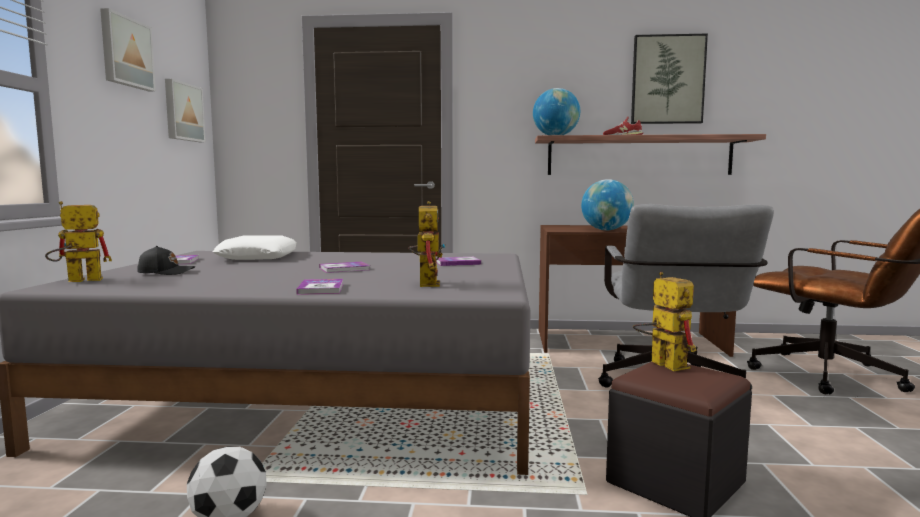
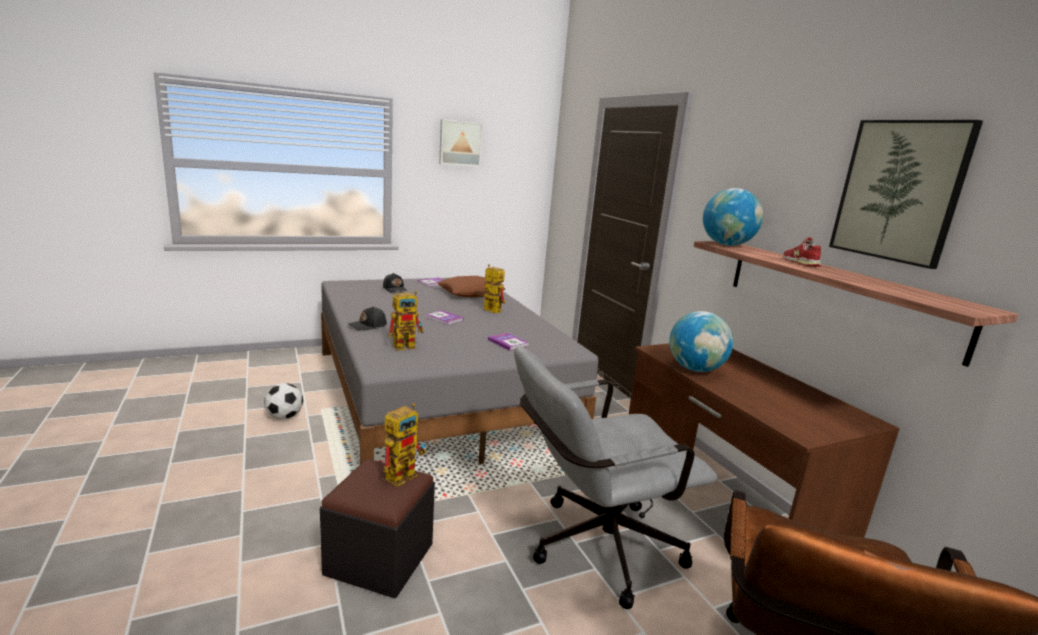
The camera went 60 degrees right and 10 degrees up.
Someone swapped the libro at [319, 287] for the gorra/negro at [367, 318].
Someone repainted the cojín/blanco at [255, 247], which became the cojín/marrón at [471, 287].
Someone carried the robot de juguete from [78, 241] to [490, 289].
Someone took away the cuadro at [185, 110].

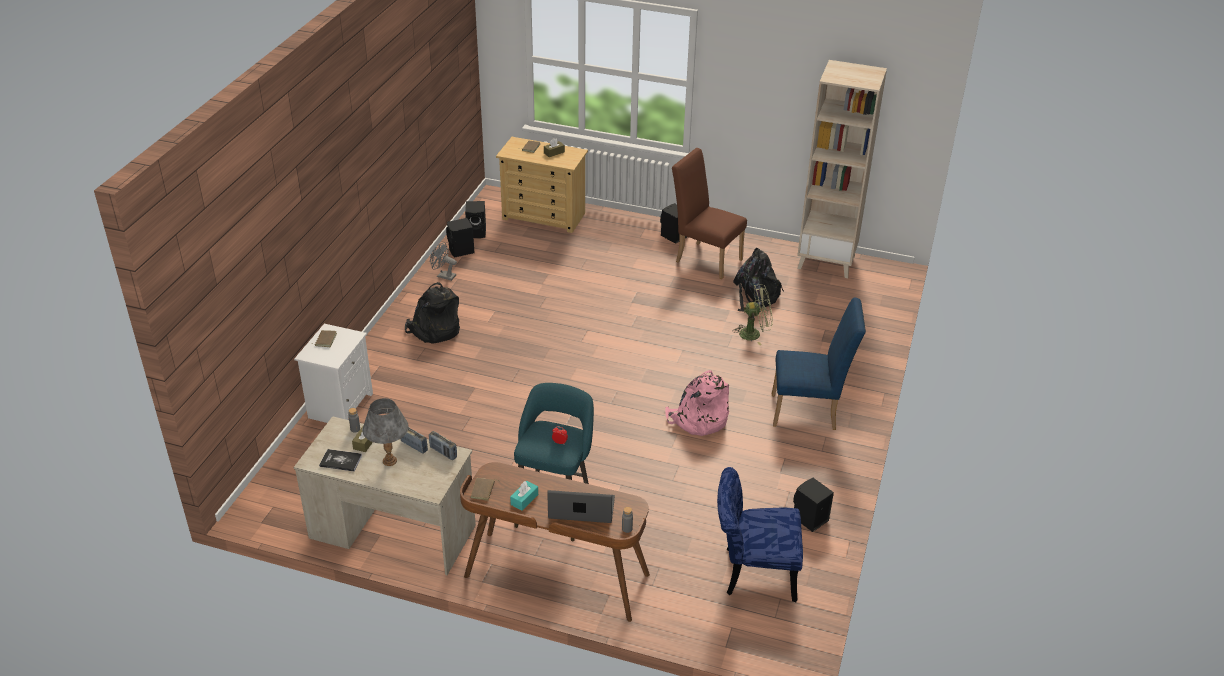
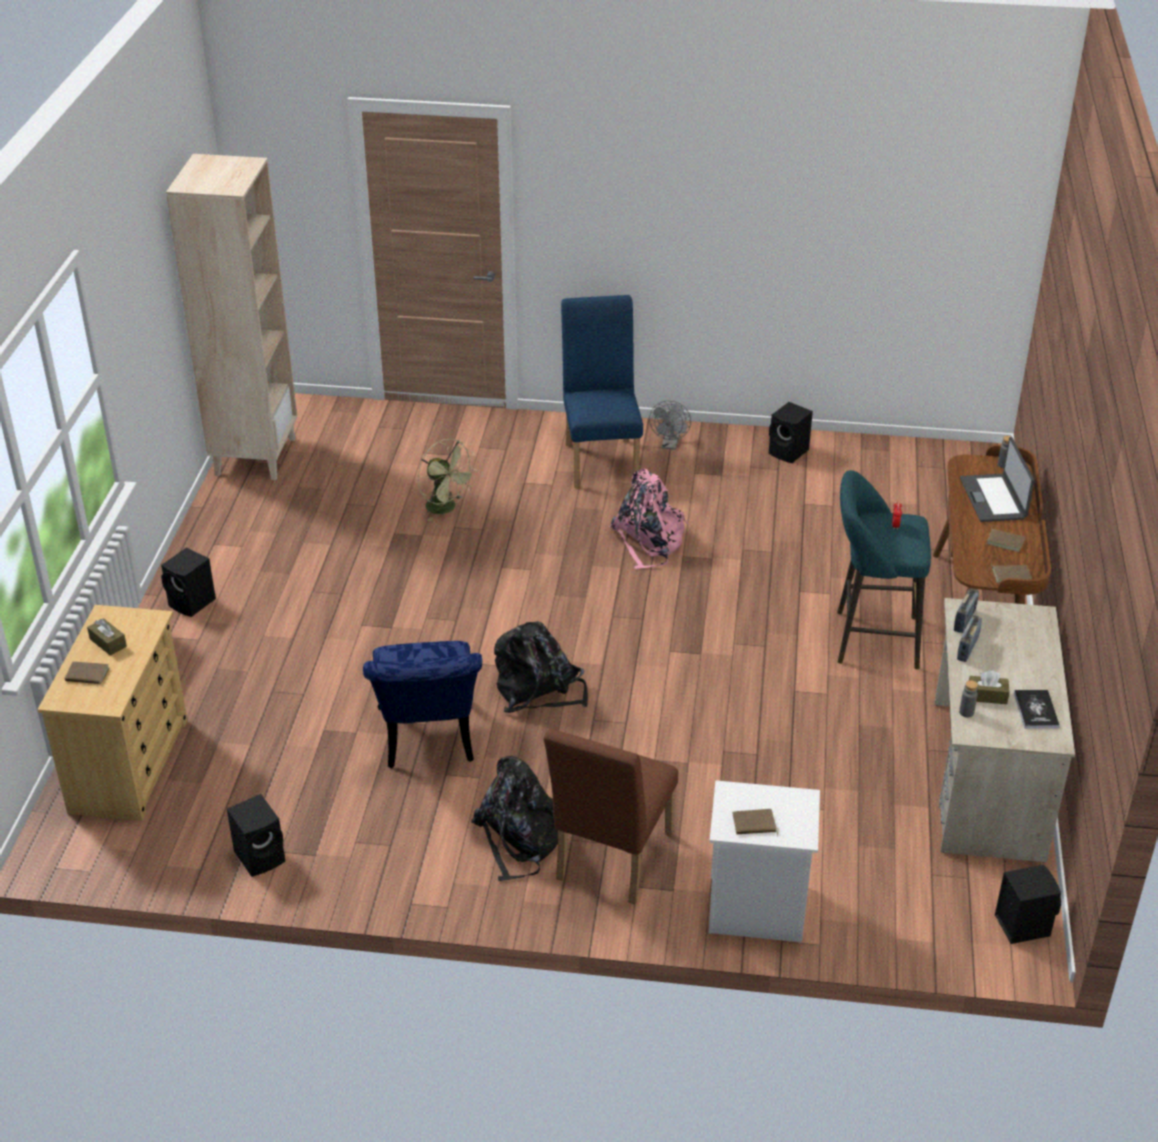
The camera went 100 degrees left and 0 degrees up.
Someone carried the silla/azul from [760, 534] to [422, 704].
Someone rotated the ventilador/verde at [752, 314] by 150 degrees clockwise.
Someone carried the mochila/negro from [758, 280] to [541, 667].
Someone carried the silla/marrón from [709, 213] to [611, 817].
Someone carried the ventilador/gris from [443, 261] to [670, 425].
Someone swapped the caja de pañuelos/turquesa at [524, 495] for the libro/marrón at [1005, 538].
Someone carried the altavoz/negro from [475, 219] to [1028, 904].
Someone took away the lámpara de mesa/gris at [385, 432].

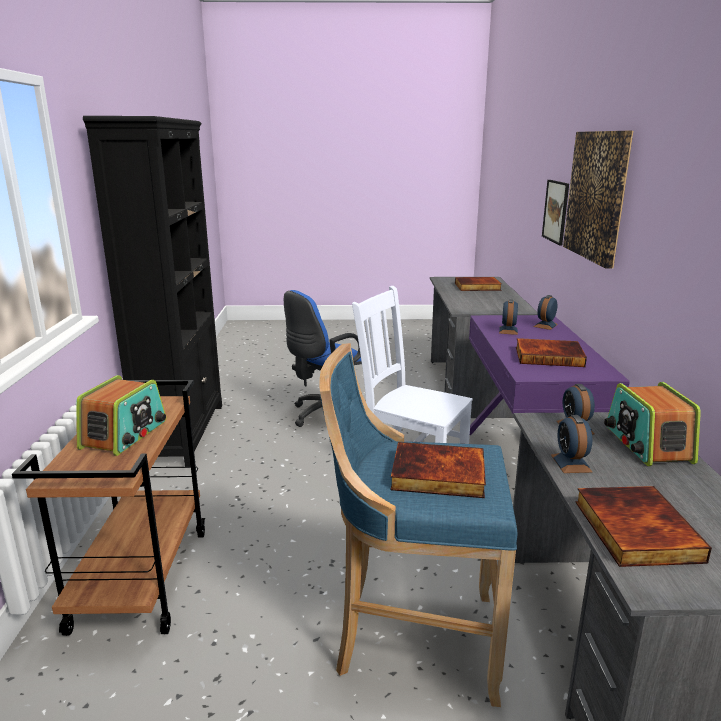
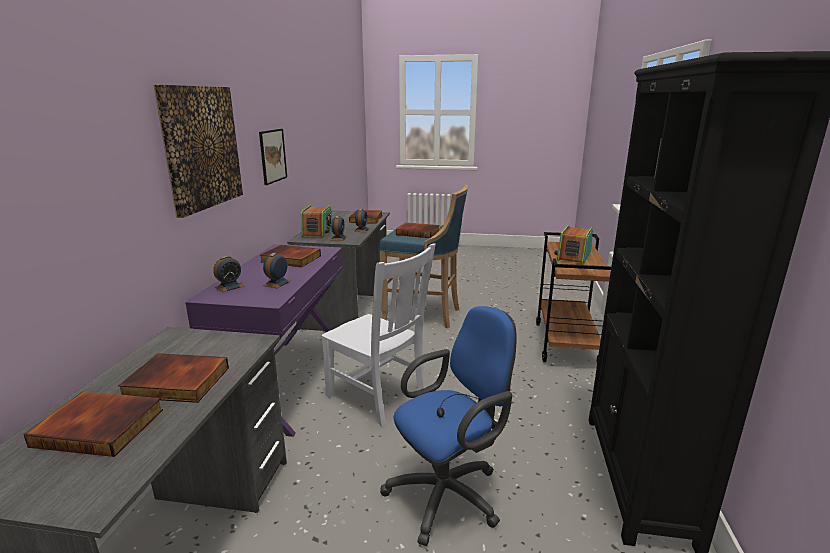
The camera went 170 degrees left and 0 degrees up.
Someone put down the libro at [173, 378].
Someone carried the cuadro from [555, 212] to [273, 157].

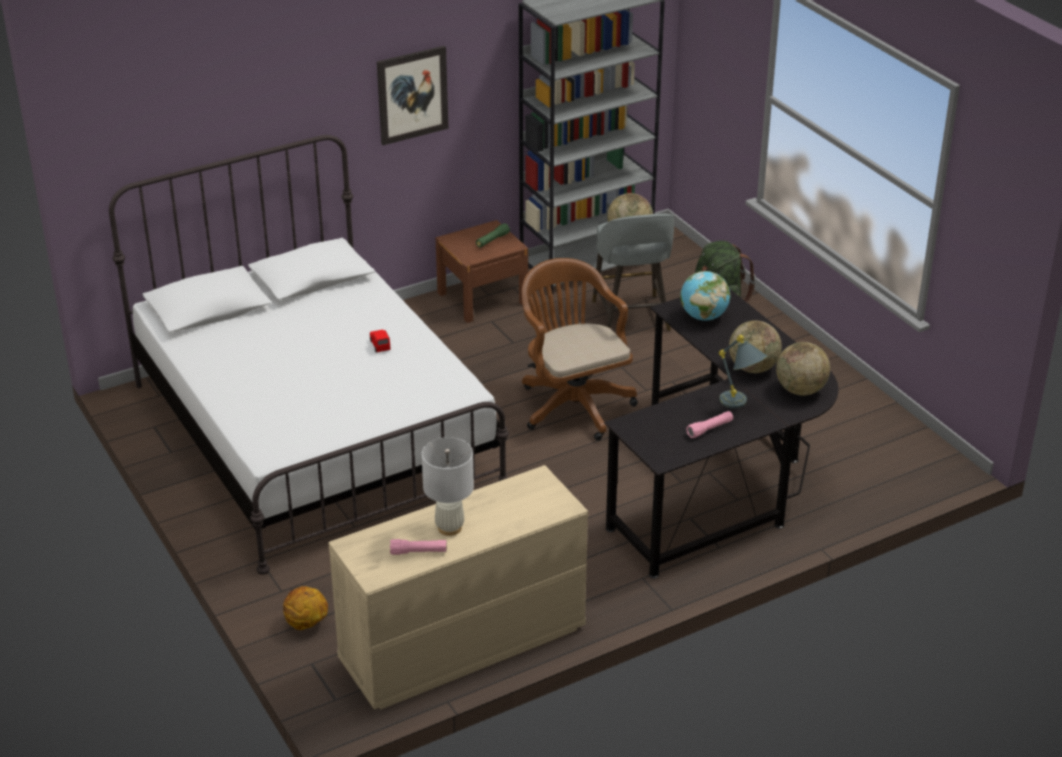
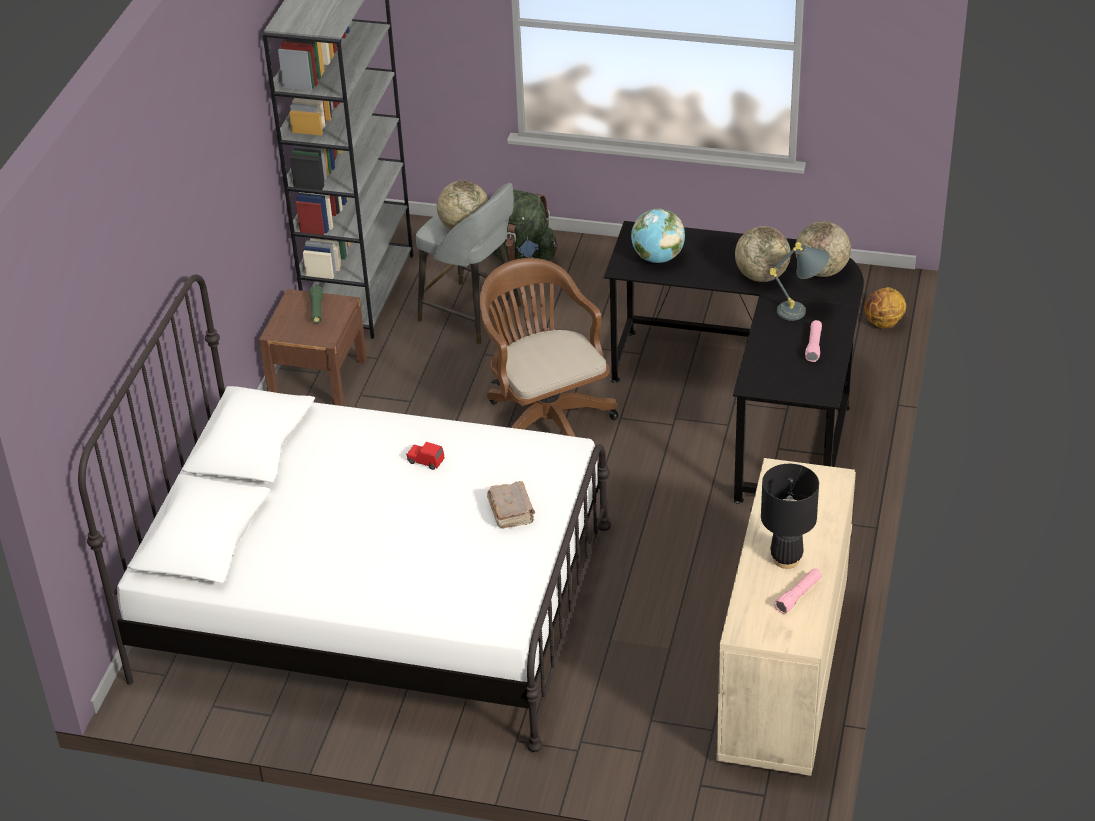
The camera went 45 degrees left and 5 degrees up.
Someone rotated the silla de oficina/marrón at [580, 349] by 45 degrees clockwise.
Someone put down the libro/marrón at [511, 504].
Someone repainted the lámpara de mesa/blanco at [448, 486], which became the lámpara de mesa/negro at [790, 516].
Someone carried the balón de baloncesto from [305, 608] to [885, 307].
Someone took away the cuadro at [412, 95].

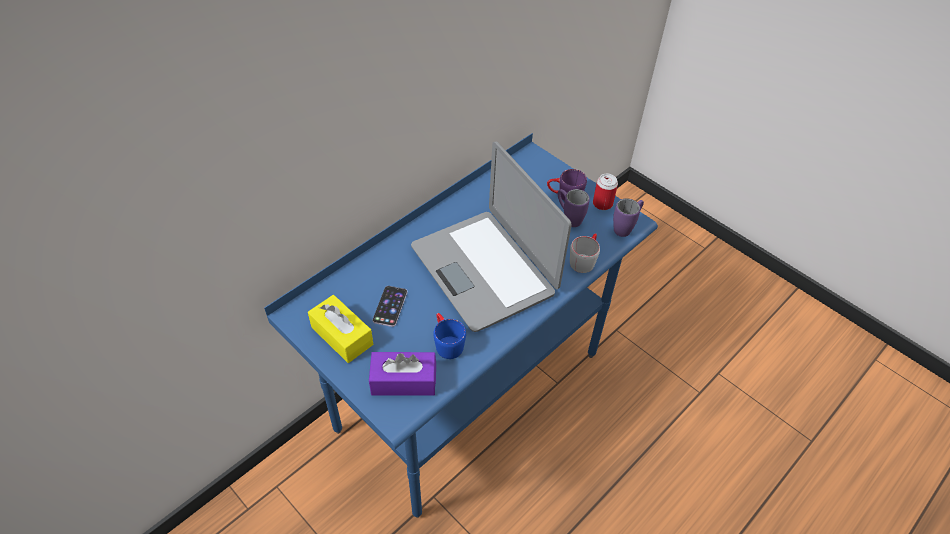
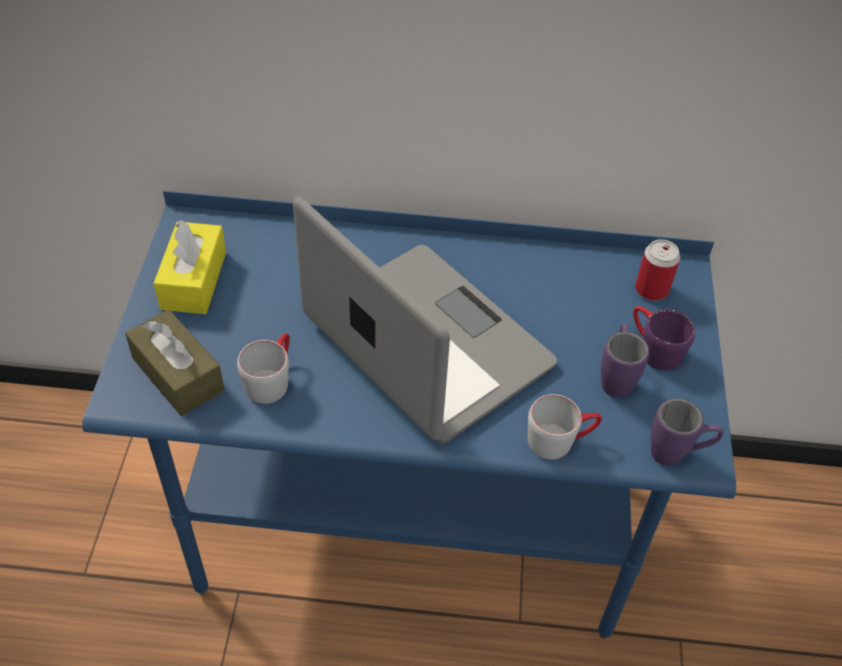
The camera went 50 degrees right and 0 degrees up.
Someone repainted the caja de pañuelos/morado at [402, 374], which became the caja de pañuelos/marrón at [175, 362].
Someone repainted the taza grande/azul at [449, 336], which became the taza grande/gris at [263, 368].
Someone rotated the portátil at [491, 237] by 120 degrees clockwise.
Someone carried the lata from [605, 192] to [657, 270].
Someone took away the móvil at [390, 306].

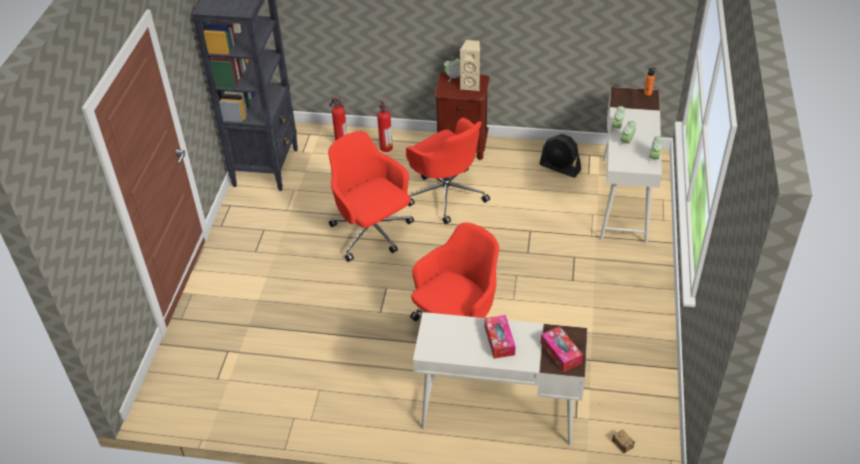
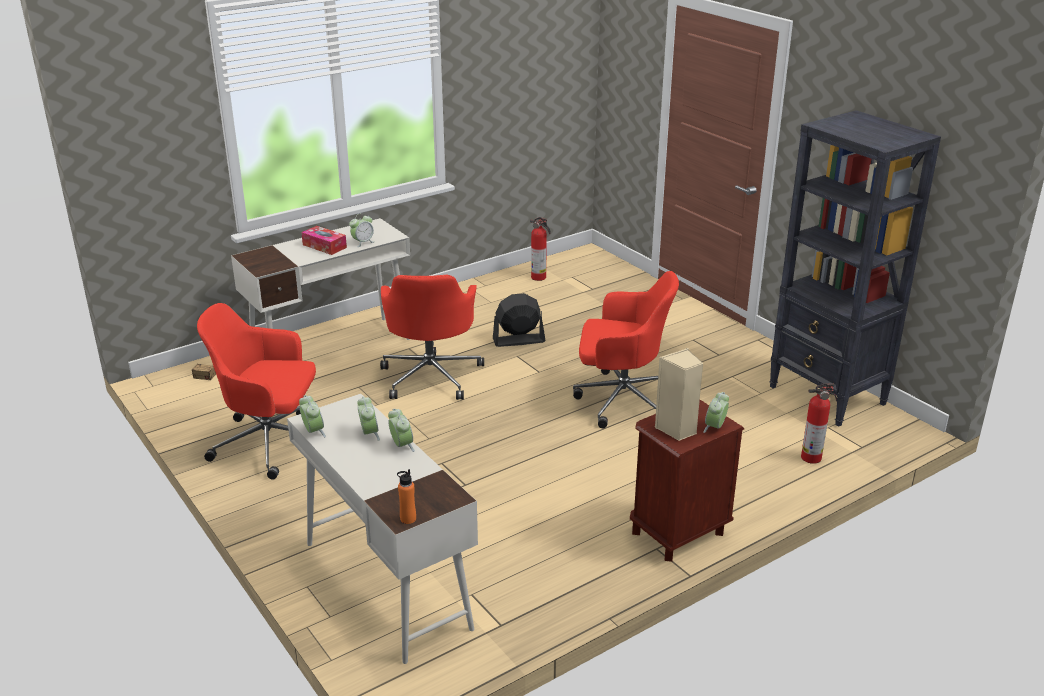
The camera went 135 degrees right and 15 degrees down.
Someone carried the silla de oficina/rojo from [448, 171] to [256, 391].
Someone put down the despertador at [361, 230].
Someone carried the ventilador/negro from [560, 156] to [519, 320].
Someone carried the extintor from [385, 125] to [540, 249].
Someone took away the caja de pañuelos at [562, 349].

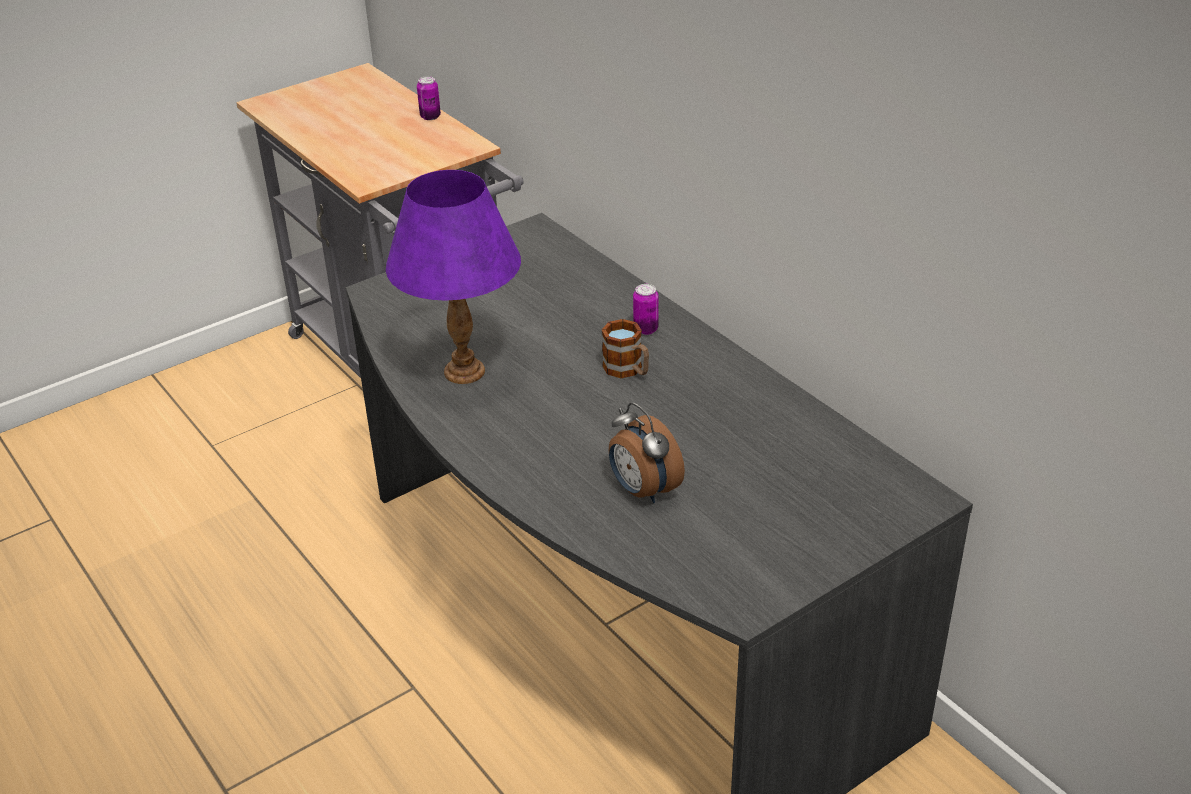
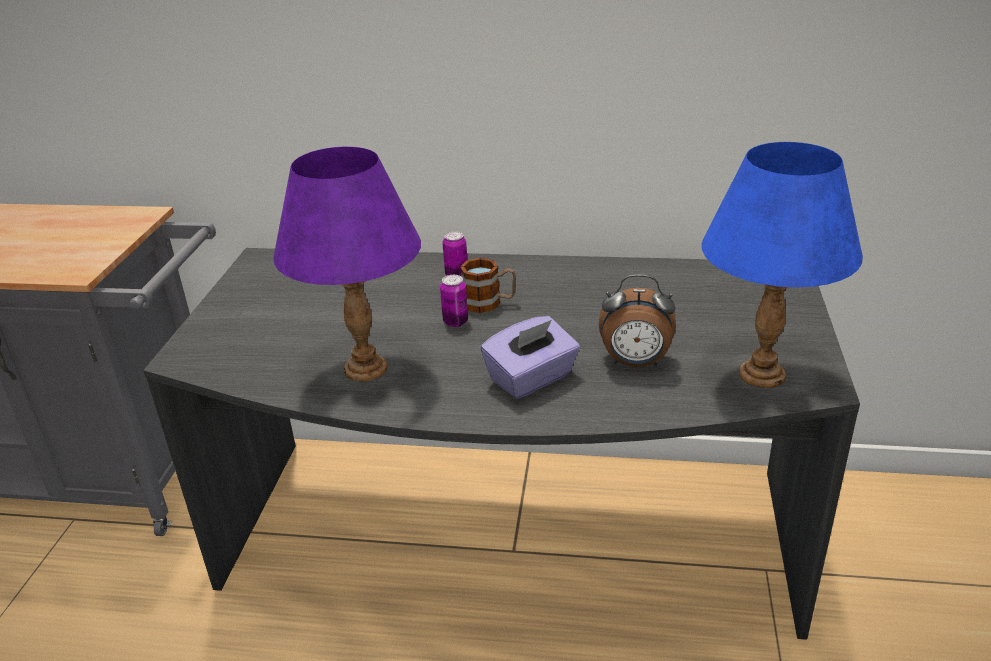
The camera went 45 degrees left and 5 degrees down.
Someone carried the lata from [429, 98] to [454, 301].
Someone put down the caja de pañuelos/morado at [530, 357].
Someone put down the lámpara de mesa/azul at [782, 265].

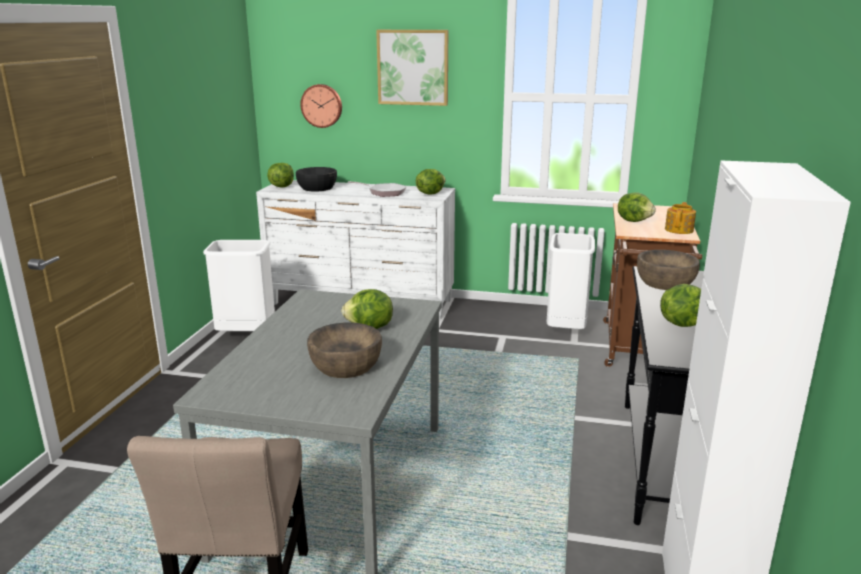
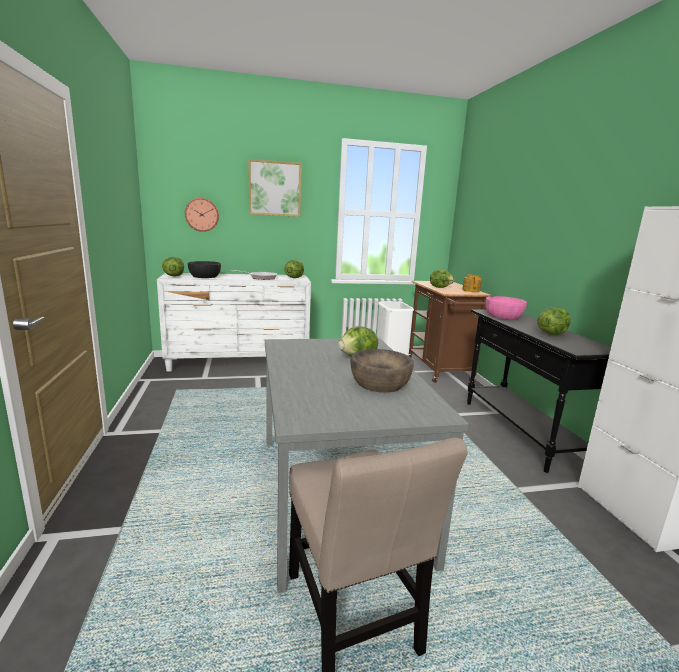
The camera went 25 degrees left and 5 degrees down.
Someone repainted the cuenco/marrón at [668, 270], which became the cuenco/rosa at [506, 307].
Someone took away the papelera/blanco at [239, 285].

